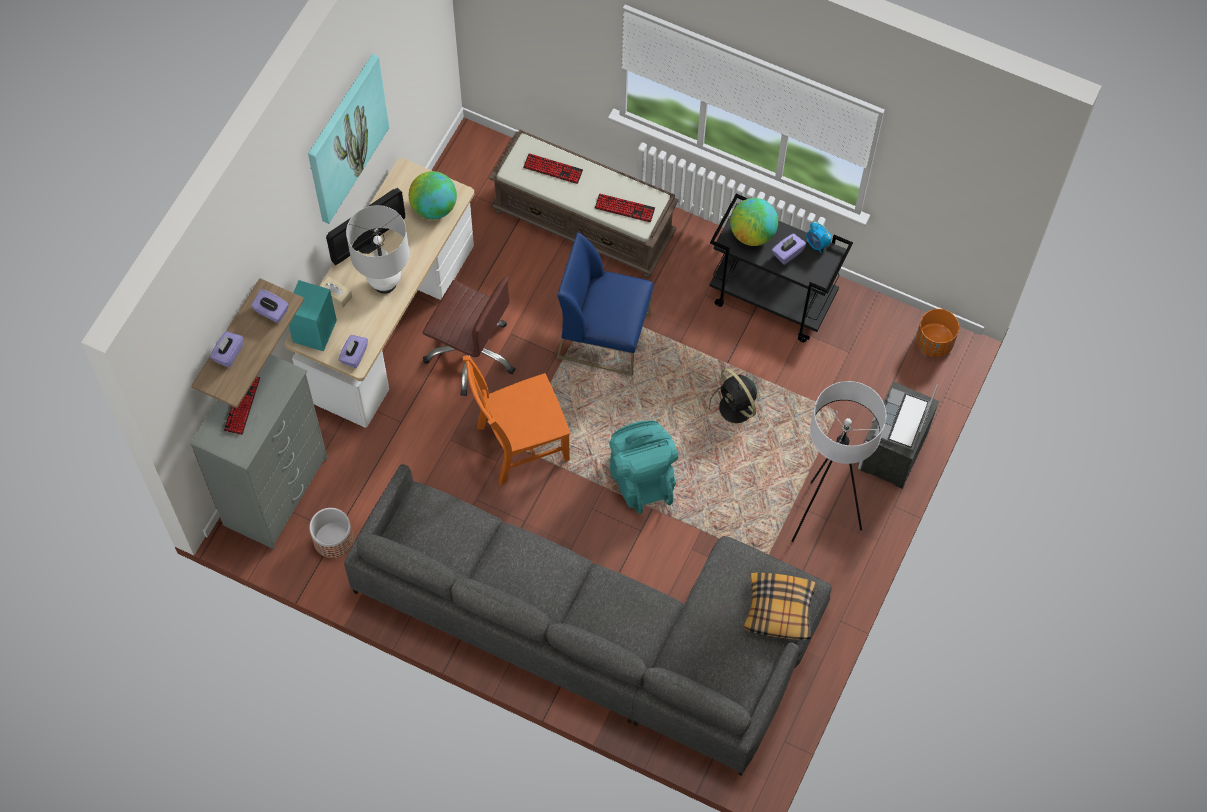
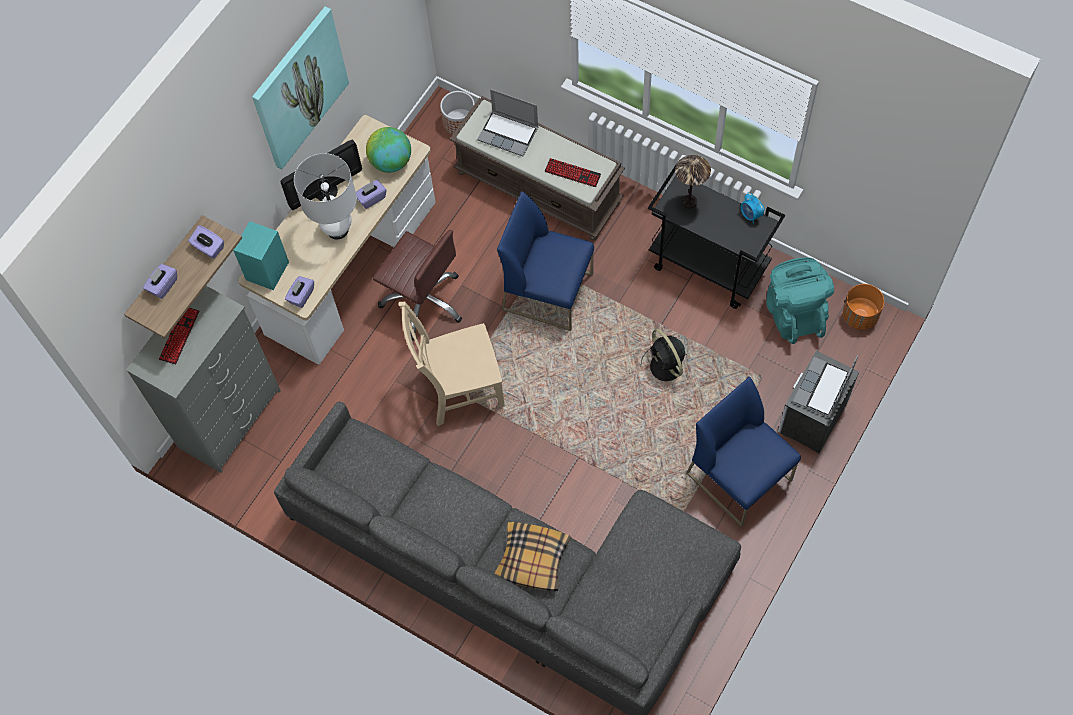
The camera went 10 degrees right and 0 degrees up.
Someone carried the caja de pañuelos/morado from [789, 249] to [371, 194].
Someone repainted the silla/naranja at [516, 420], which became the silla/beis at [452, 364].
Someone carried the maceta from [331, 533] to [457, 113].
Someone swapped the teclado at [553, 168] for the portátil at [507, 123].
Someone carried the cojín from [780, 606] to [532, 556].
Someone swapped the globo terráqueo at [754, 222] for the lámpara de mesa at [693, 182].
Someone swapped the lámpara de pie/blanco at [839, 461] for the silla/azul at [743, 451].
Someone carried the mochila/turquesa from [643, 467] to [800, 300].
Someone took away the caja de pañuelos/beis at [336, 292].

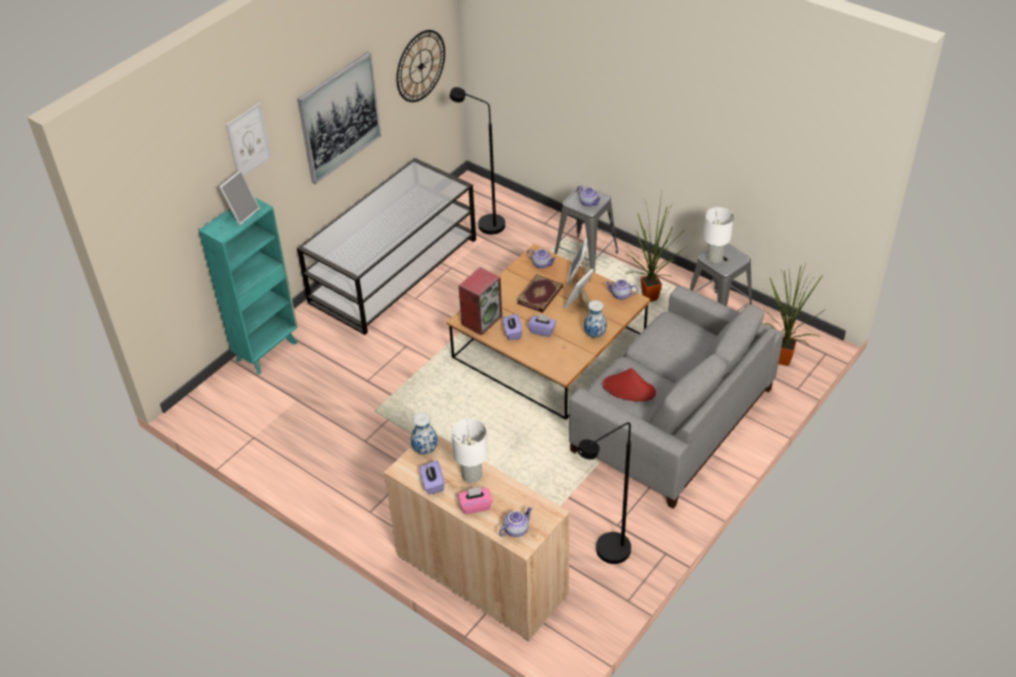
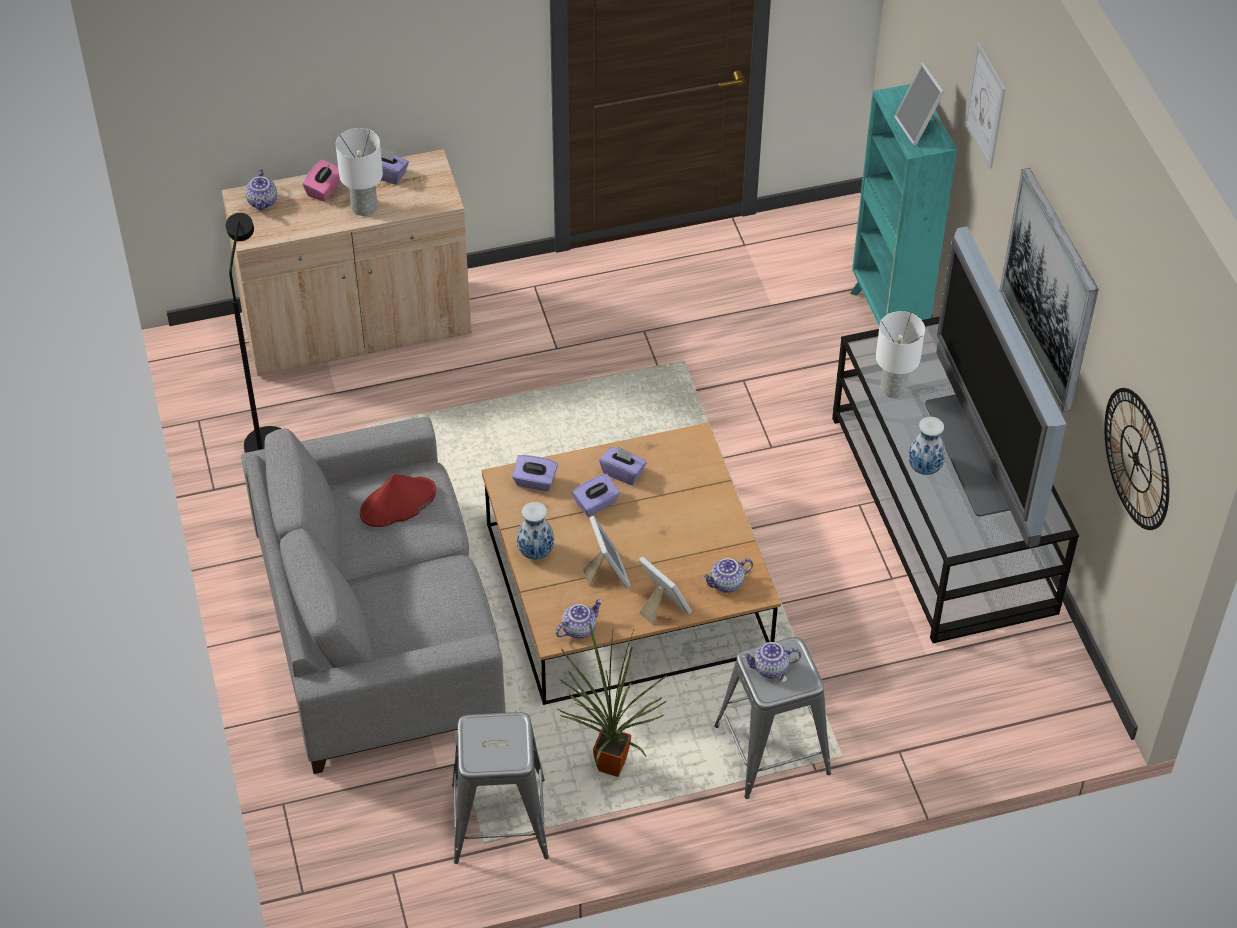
The camera went 125 degrees right and 5 degrees up.
Someone put down the caja de pañuelos/morado at [535, 473].
Someone carried the lámpara de mesa/blanco from [718, 235] to [900, 354].
Someone carried the florero from [424, 433] to [927, 446].
Someone put down the televisor at [996, 386].
Someone took away the lámpara de pie/negro at [477, 161].
Someone took away the altavoz at [480, 301].
Someone took away the libro at [540, 294].
Someone took away the planta en maceta at [794, 315].

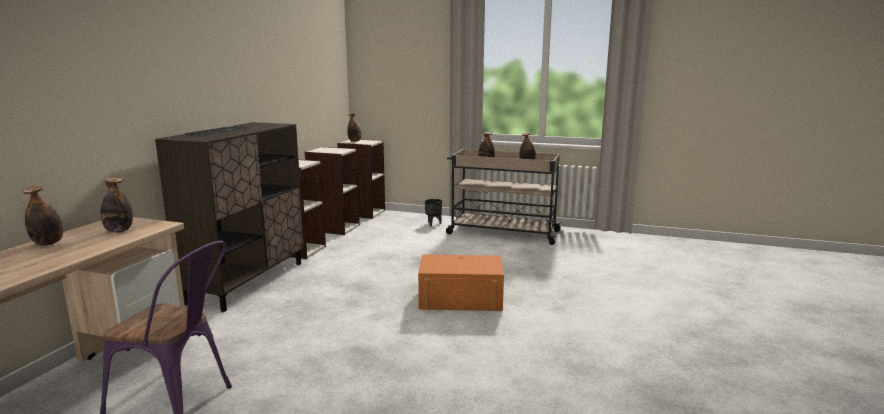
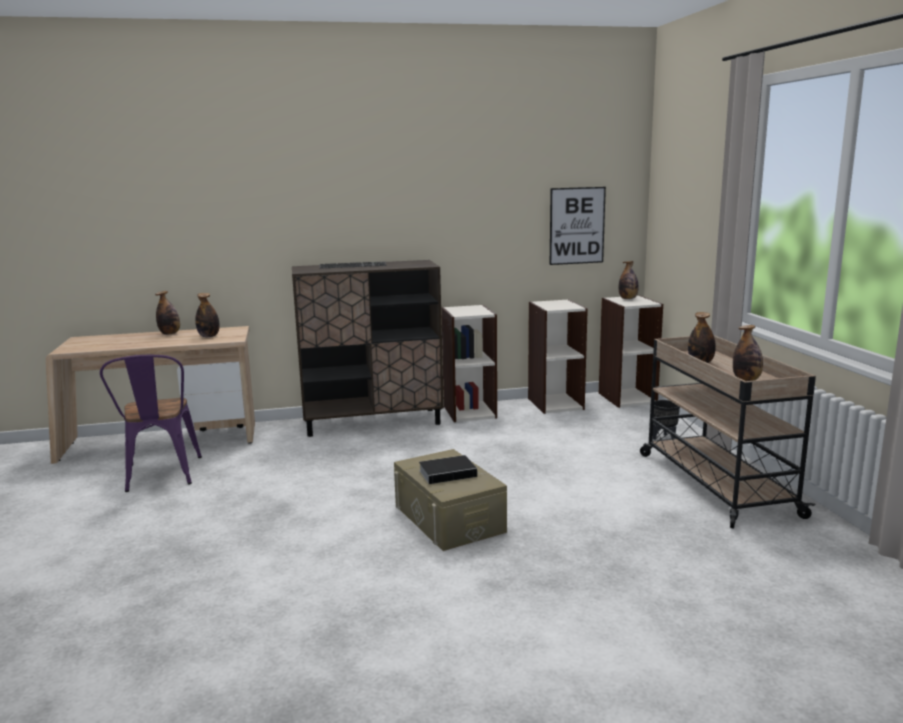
The camera went 60 degrees right and 0 degrees up.
Someone repainted the caja de almacenaje/naranja at [461, 282], which became the caja de almacenaje/beis at [450, 500].
Someone put down the libro at [451, 469].
Someone put up the cuadro at [578, 226].

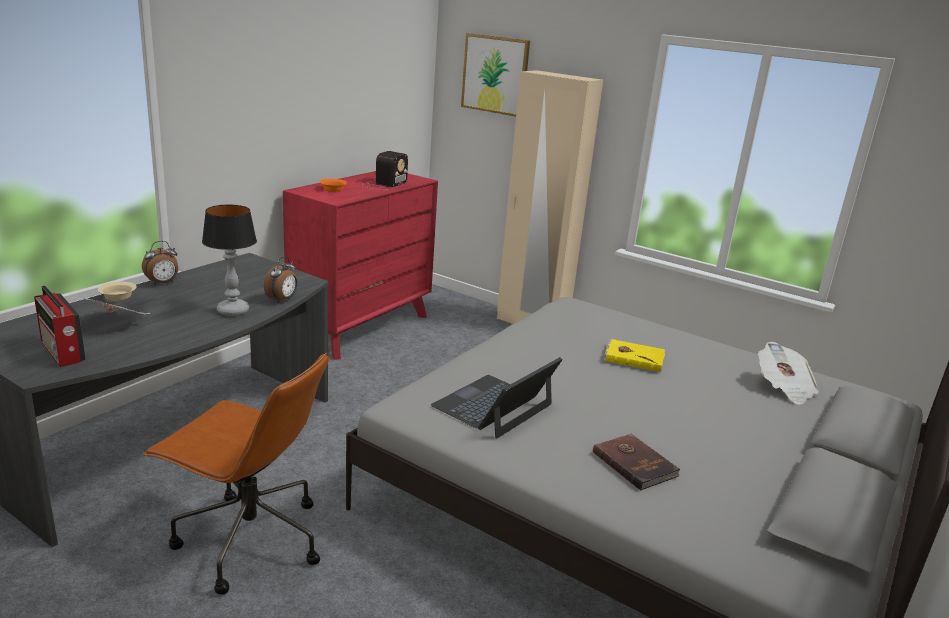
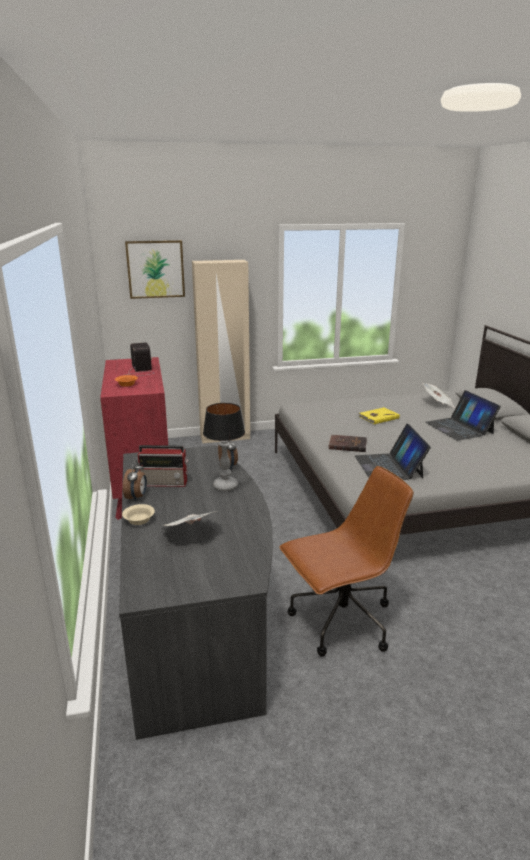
The camera went 45 degrees left and 0 degrees up.
Someone carried the radio from [60, 326] to [163, 466].
Someone carried the libro/marrón from [636, 461] to [347, 443].
Someone put down the portátil at [463, 415].

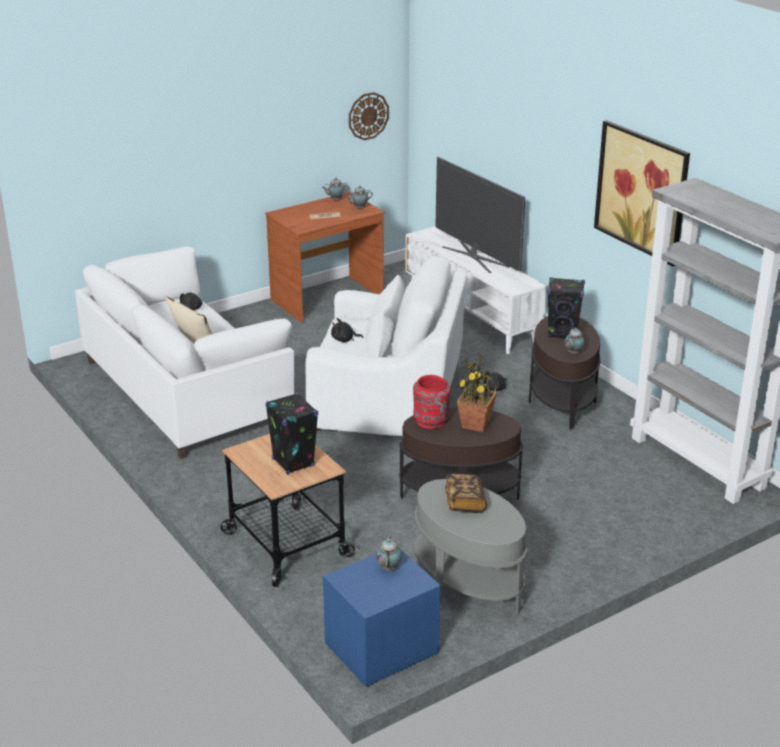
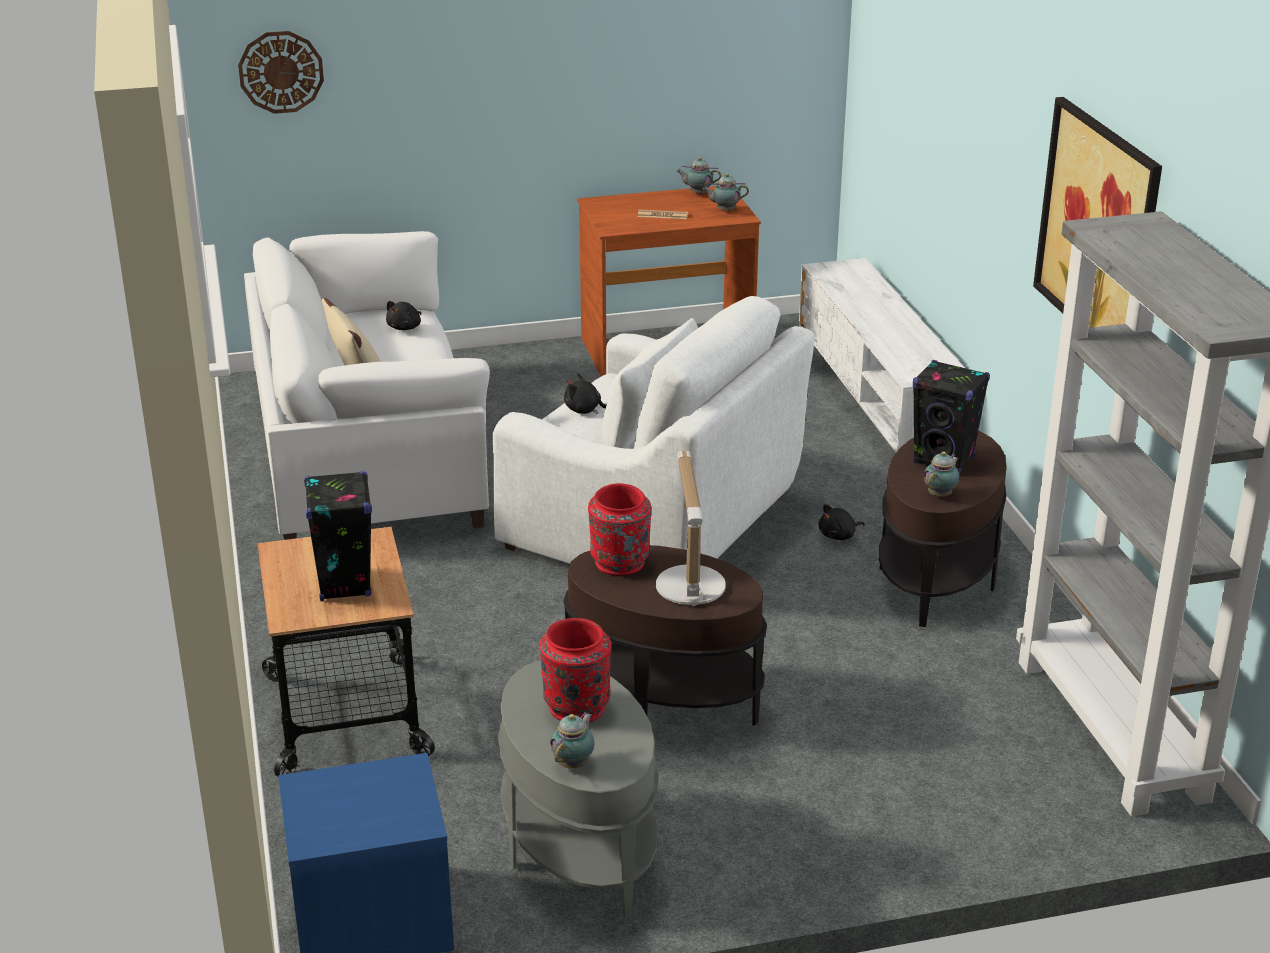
The camera went 20 degrees right and 0 degrees up.
Someone carried the reloj de pared from [369, 116] to [281, 72].
Someone swapped the libro at [466, 493] for the florero/rojo at [575, 670].
Someone carried the tetera from [389, 553] to [572, 740].
Someone swapped the planta en maceta at [477, 393] for the lámpara de mesa at [691, 528].
Someone took away the televisor at [480, 215].

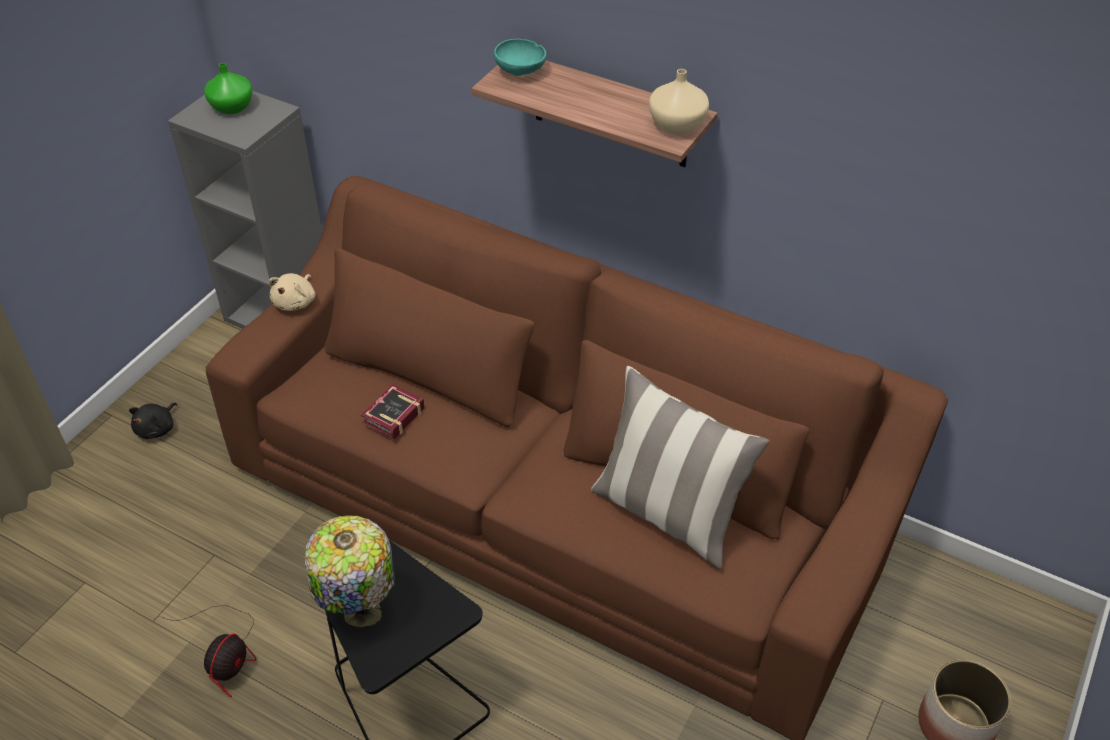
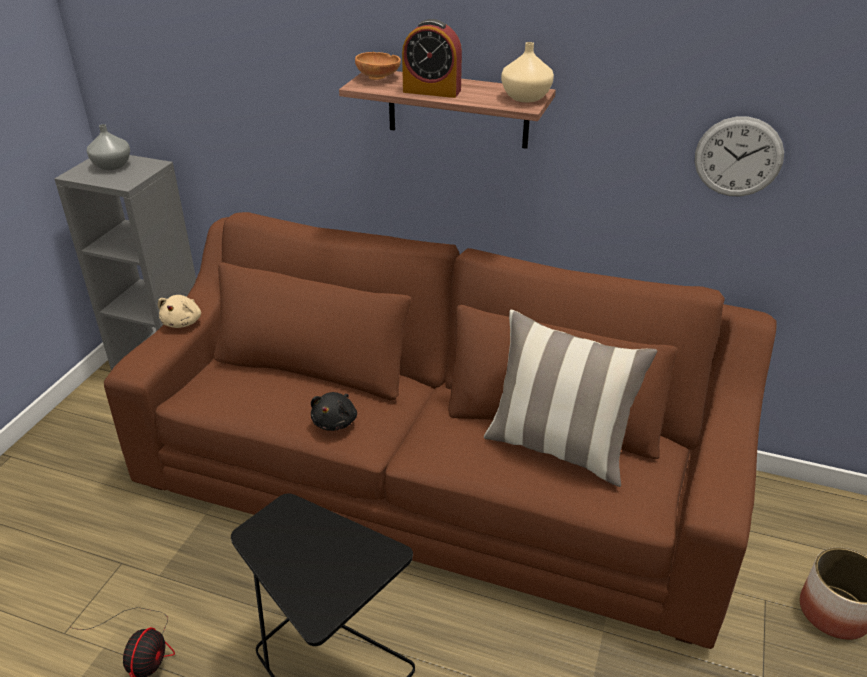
The camera went 10 degrees left and 10 degrees down.
Someone repainted the florero/verde at [228, 88], which became the florero/gris at [108, 147].
Someone carried the peluche/negro from [153, 421] to [334, 411].
Someone repainted the cuenco/turquesa at [520, 57], which became the cuenco/marrón at [378, 66].
Someone put down the despertador at [432, 58].
Someone put up the reloj de pared at [739, 156].
Someone took away the lámpara de mesa at [350, 571].
Someone took away the libro at [393, 412].

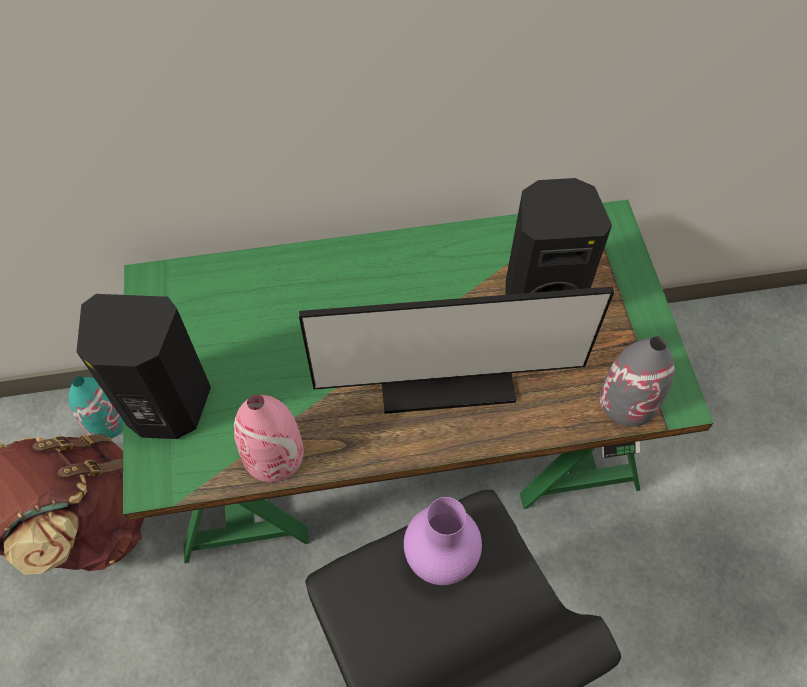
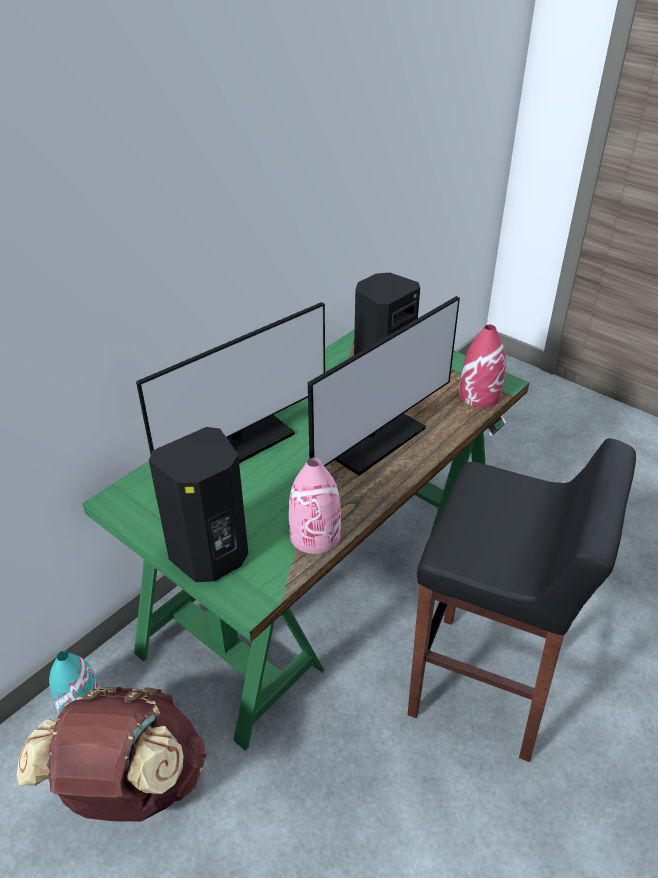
The camera went 40 degrees left and 20 degrees down.
Someone put down the monitor at [230, 382].
Someone repainted the florero/gris at [637, 381], which became the florero/rojo at [482, 366].
Someone took away the florero/morado at [443, 541].

